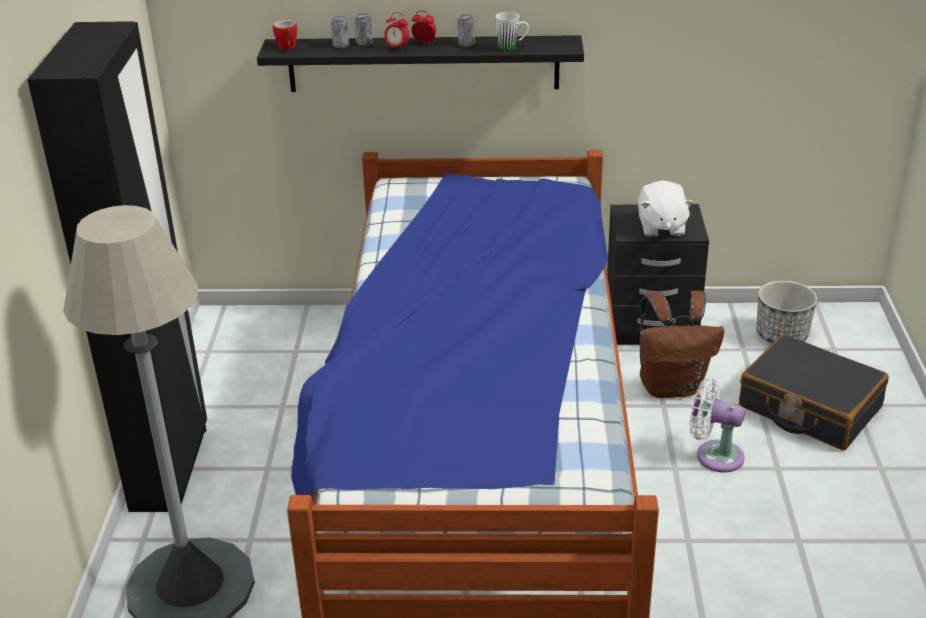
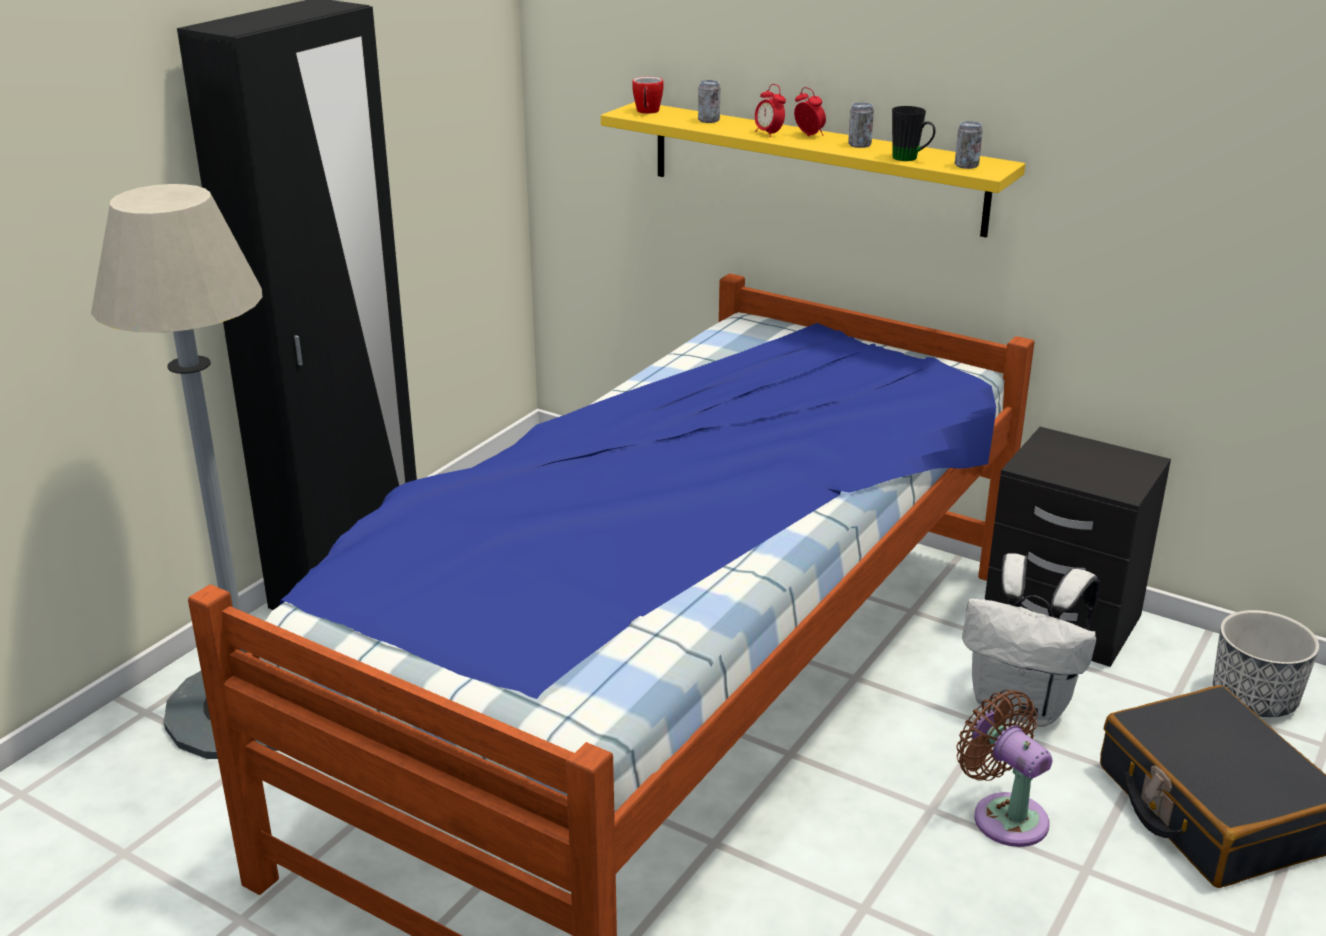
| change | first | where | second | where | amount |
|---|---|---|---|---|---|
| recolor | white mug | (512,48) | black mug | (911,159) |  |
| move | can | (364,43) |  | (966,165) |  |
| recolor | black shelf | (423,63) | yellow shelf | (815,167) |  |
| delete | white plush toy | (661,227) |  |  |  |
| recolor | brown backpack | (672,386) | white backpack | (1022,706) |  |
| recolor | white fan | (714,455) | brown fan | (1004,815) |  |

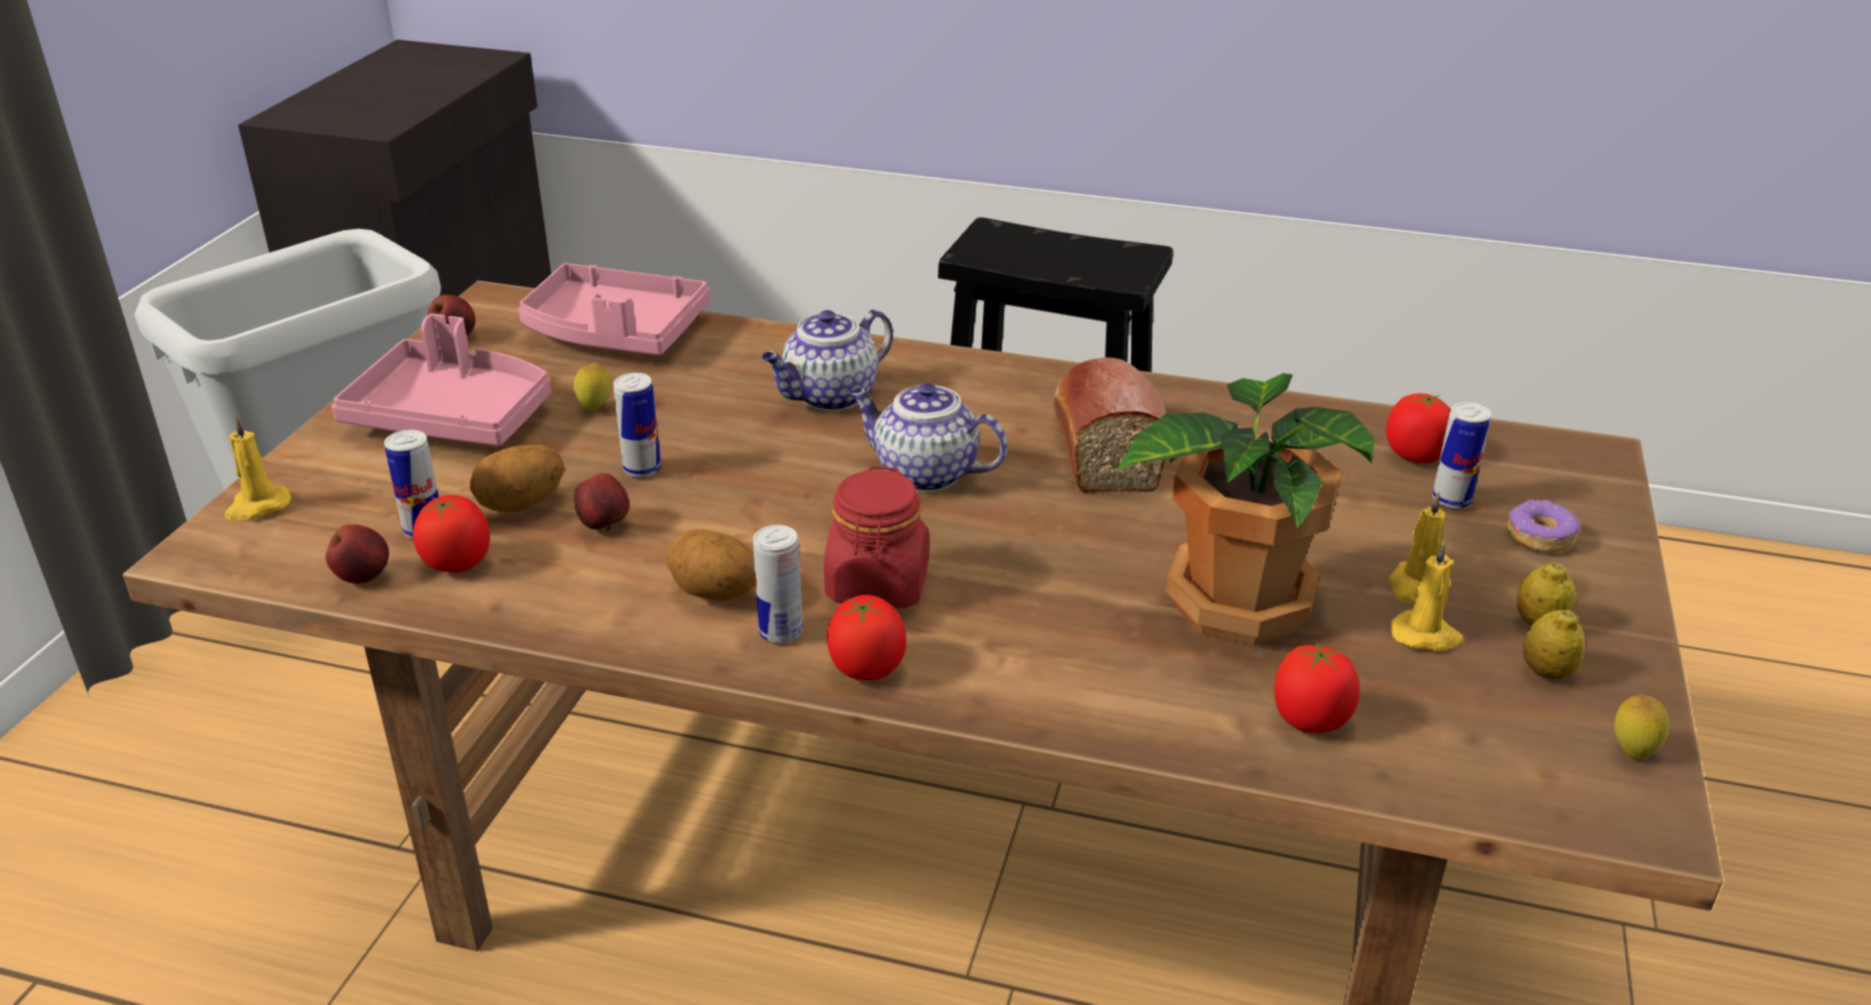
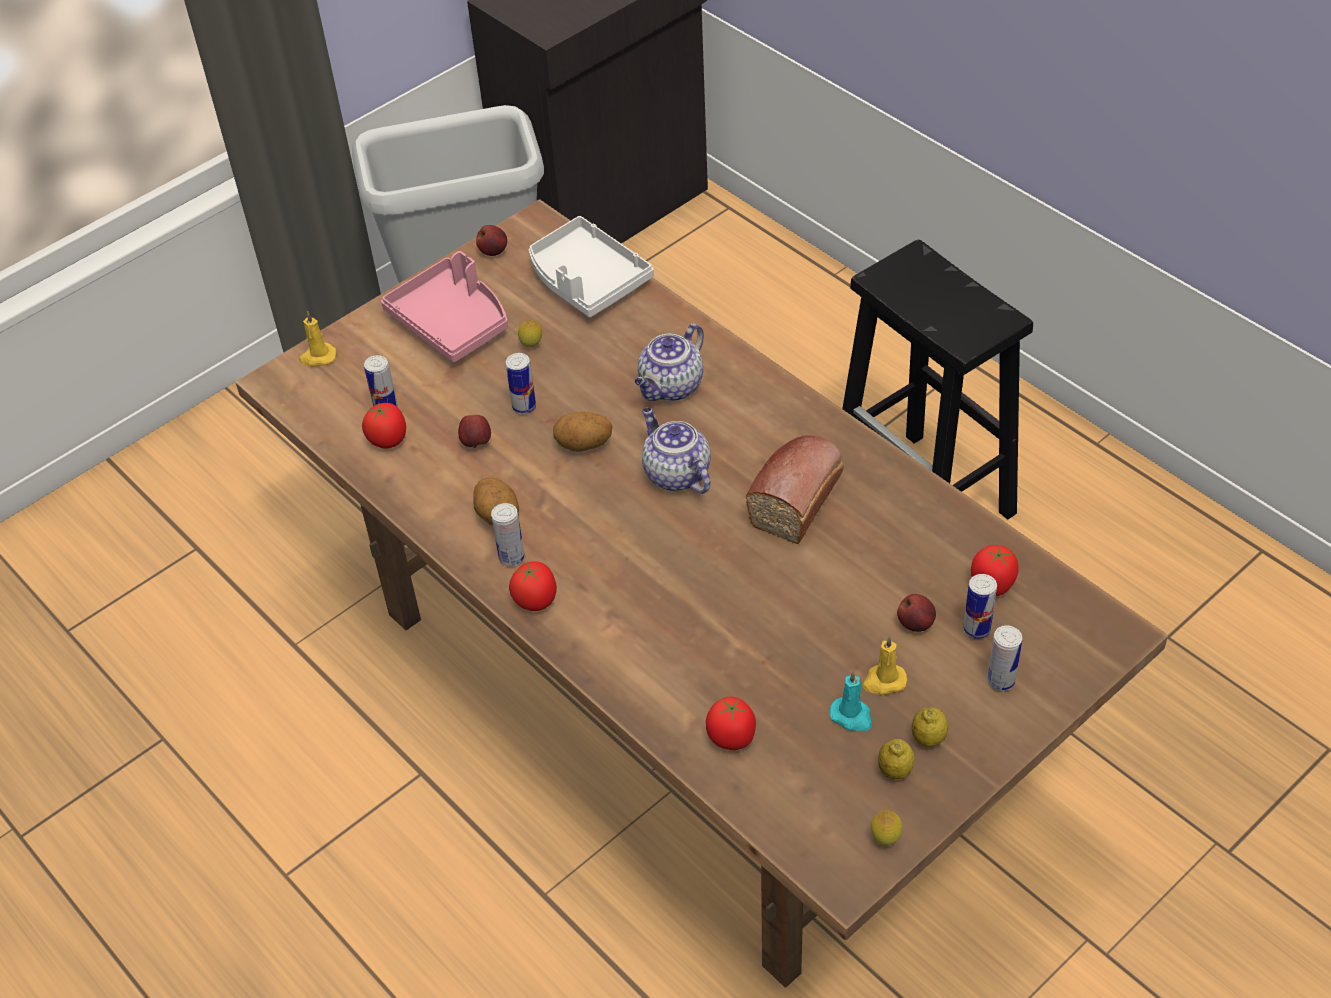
| change | first | where | second | where | amount |
|---|---|---|---|---|---|
| recolor | pink tray | (615,332) | white tray | (586,280) |  |
| rotate | teapot | (829,397) |  | (671,387) | 45 degrees counterclockwise |
| delete | potted plant | (1233,602) |  |  |  |
| move | potato | (522,505) |  | (583,446) |  |
| delete | red jar | (877,585) |  |  |  |
| replace | donut | (1539,537) | can | (1001,681) |  |
| move | apple | (363,577) |  | (915,624) |  |
| recolor | yellow candle | (1426,636) | turquoise candle | (852,716) |  |

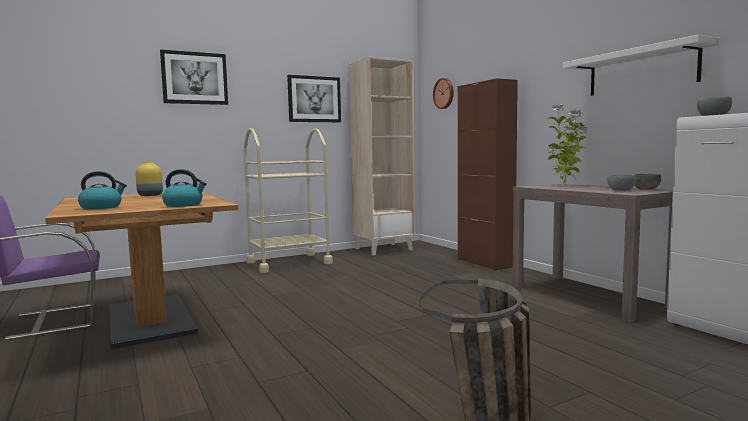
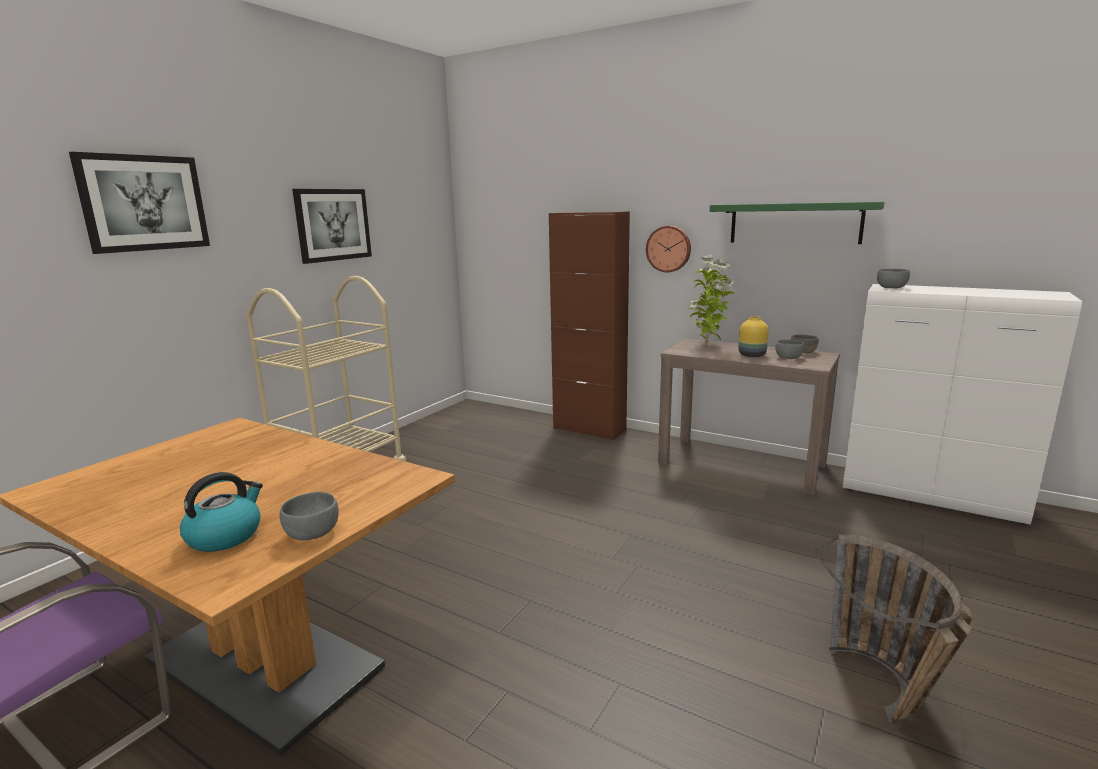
| change | first | where | second | where | amount |
|---|---|---|---|---|---|
| recolor | white shelf | (641,71) | green shelf | (794,223) |  |
| delete | beige bookcase | (384,249) |  |  |  |
| move | wall clock | (444,93) |  | (669,249) |  |
| move | yellow vase | (149,195) |  | (751,355) |  |
| delete | kettle | (184,205) |  |  |  |
| insert |  |  | grey bowl | (313,533) |  |

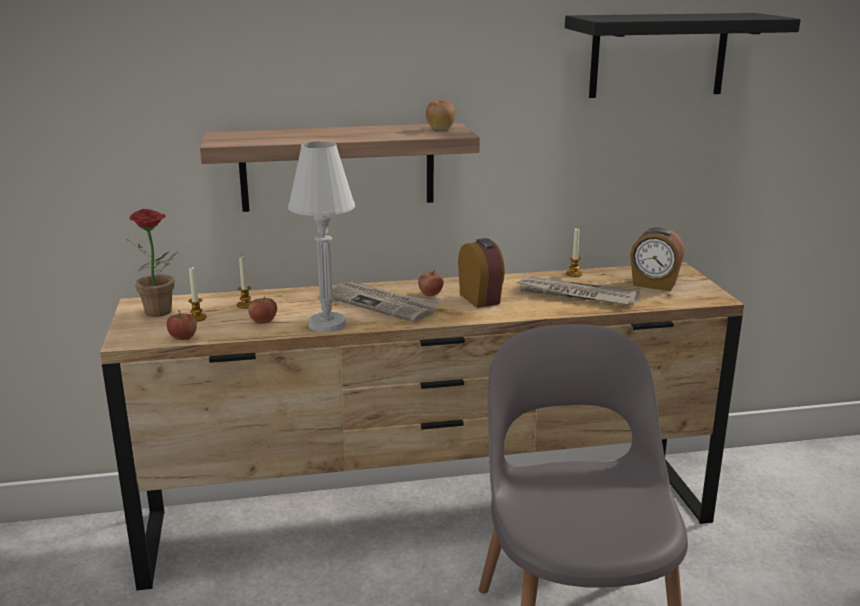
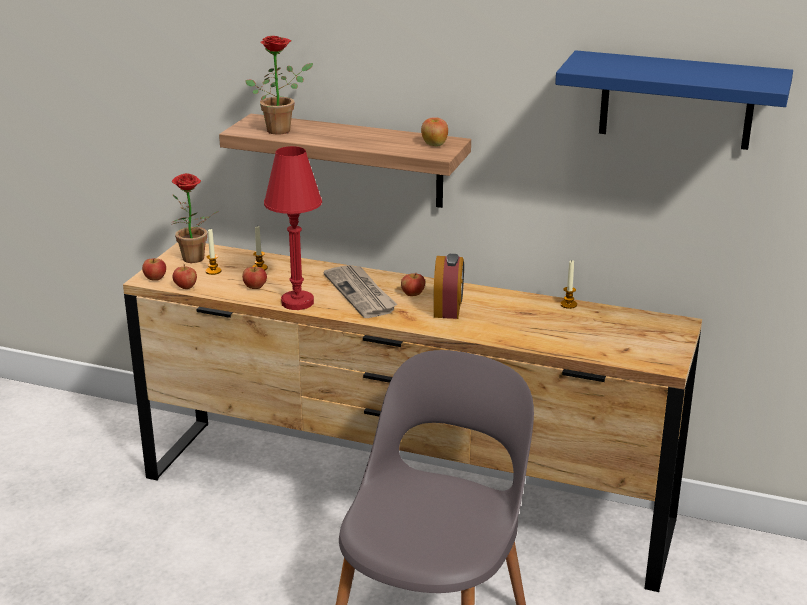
| change | first | where | second | where | amount |
|---|---|---|---|---|---|
| recolor | black shelf | (658,55) | blue shelf | (676,100) |  |
| recolor | white table lamp | (327,325) | red table lamp | (297,302) |  |
| delete | alarm clock | (654,285) |  |  |  |
| delete | newspaper | (576,295) |  |  |  |
| insert |  |  | potted plant | (282,129) |  |
| insert |  |  | apple | (155,279) |  |

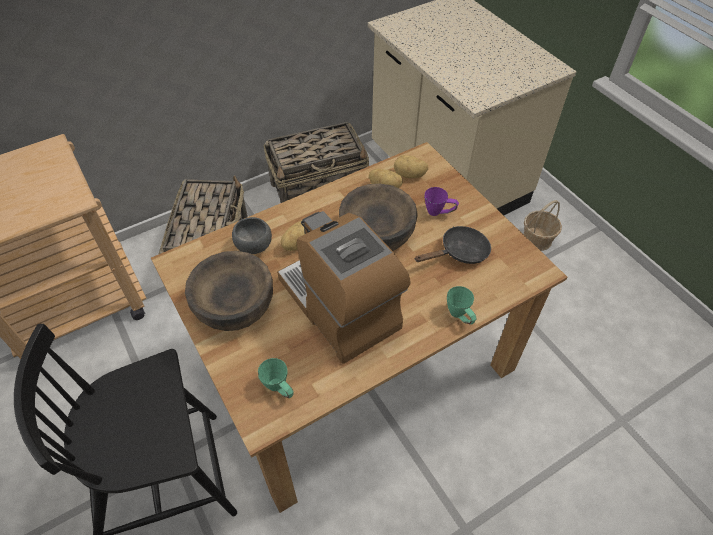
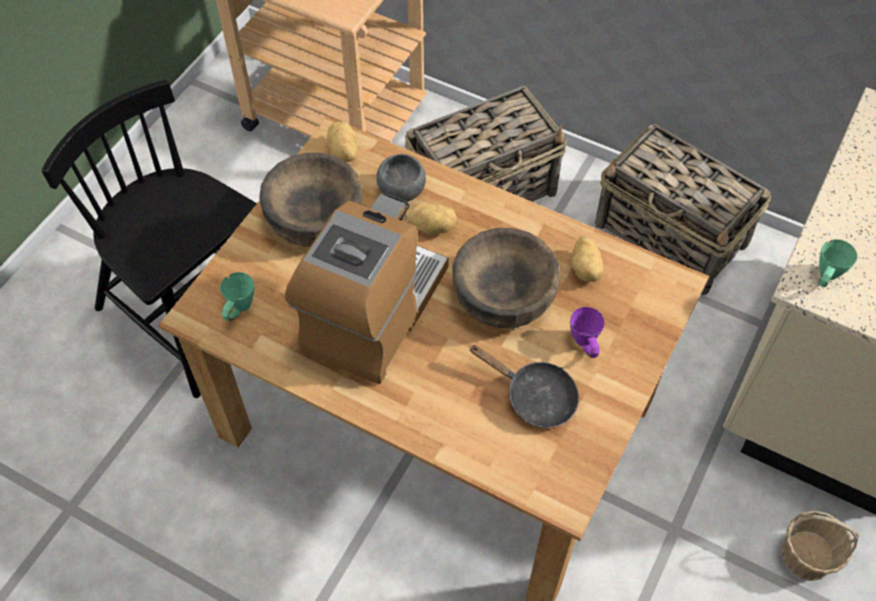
| change | first | where | second | where | amount |
|---|---|---|---|---|---|
| move | potato | (409,175) |  | (342,152) |  |
| move | green mug | (460,317) |  | (825,279) |  |

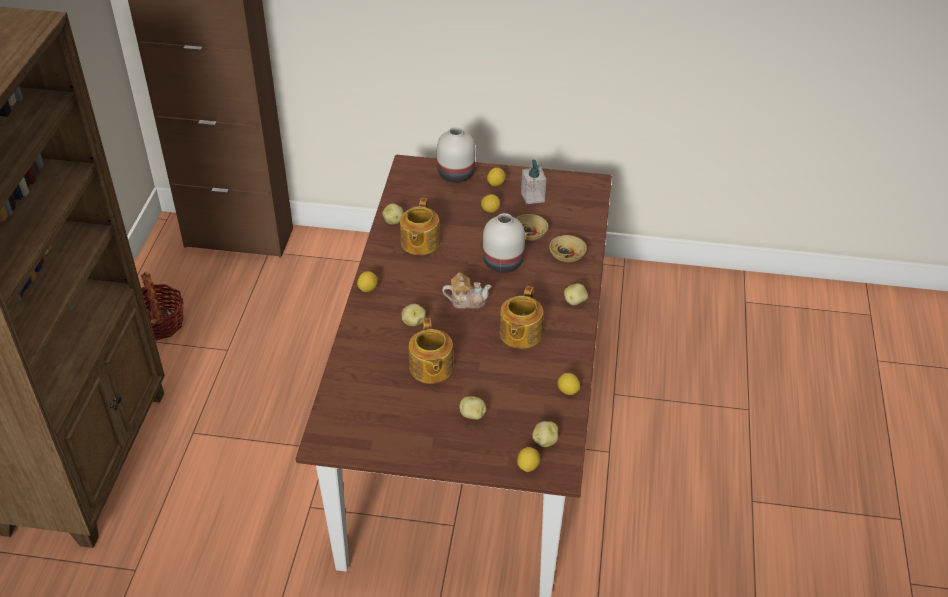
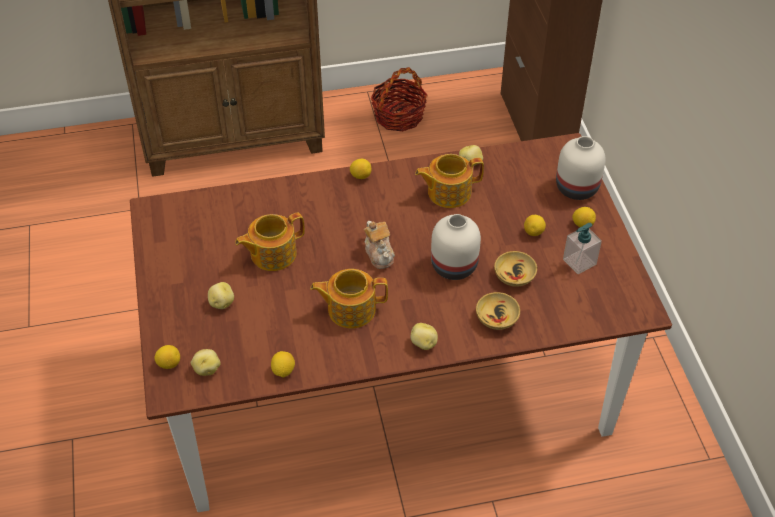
| change | first | where | second | where | amount |
|---|---|---|---|---|---|
| delete | potato | (413,322) |  |  |  |

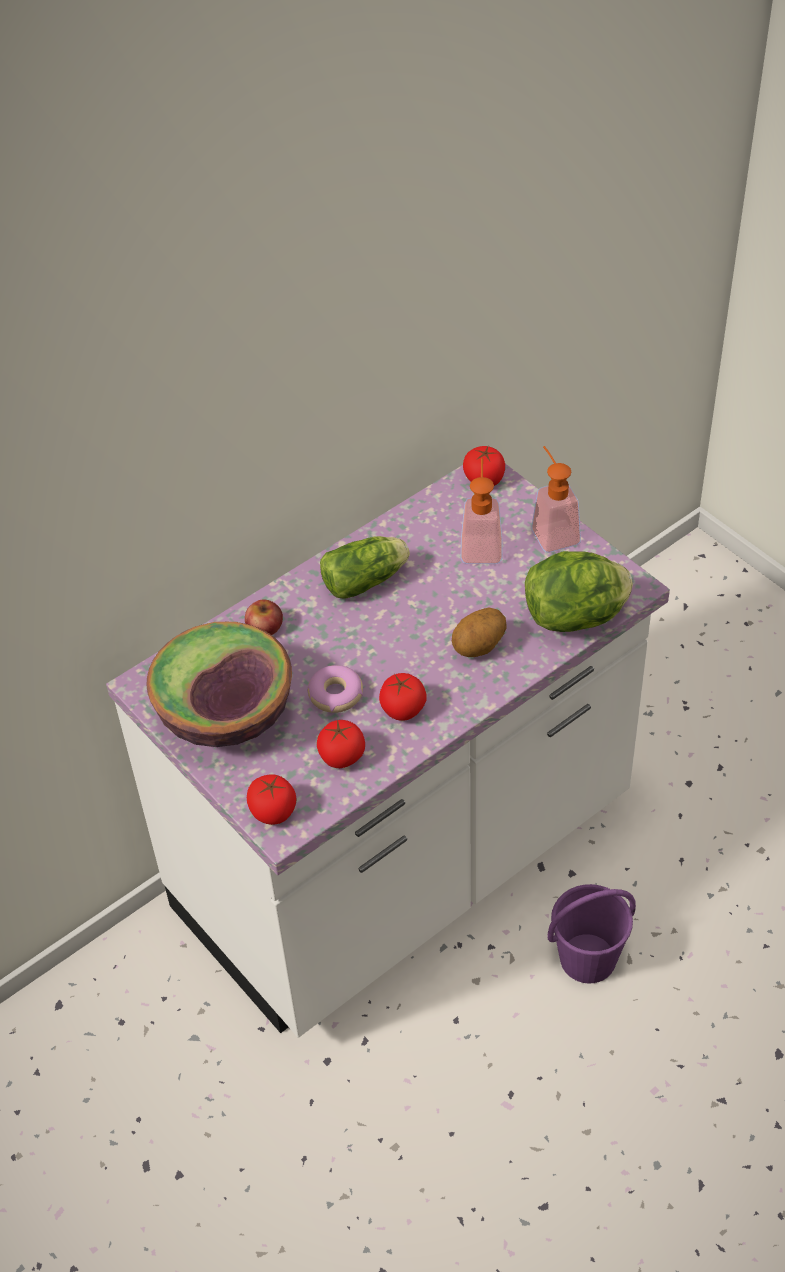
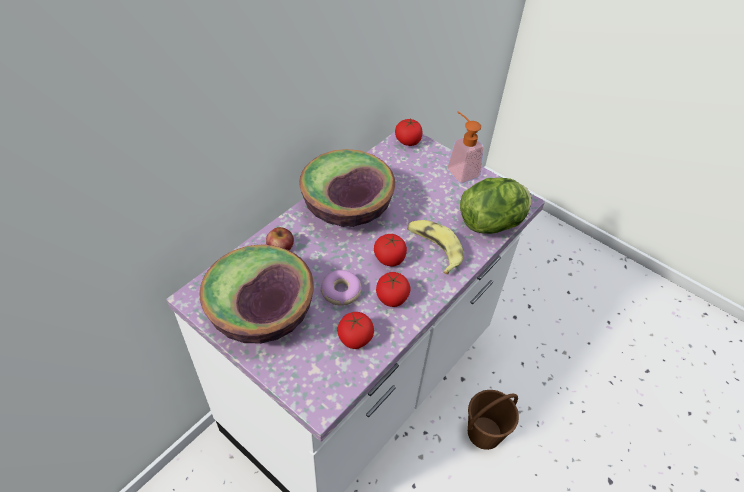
| change | first | where | second | where | amount |
|---|---|---|---|---|---|
| delete | soap dispenser | (481,544) |  |  |  |
| replace | lettuce | (367,580) | bowl | (346,209) |  |
| replace | potato | (479,647) | banana | (434,248) |  |
| move | tomato | (273,811) |  | (389,258) |  |
| recolor | purple bucket | (589,958) | brown bucket | (485,432) |  |

